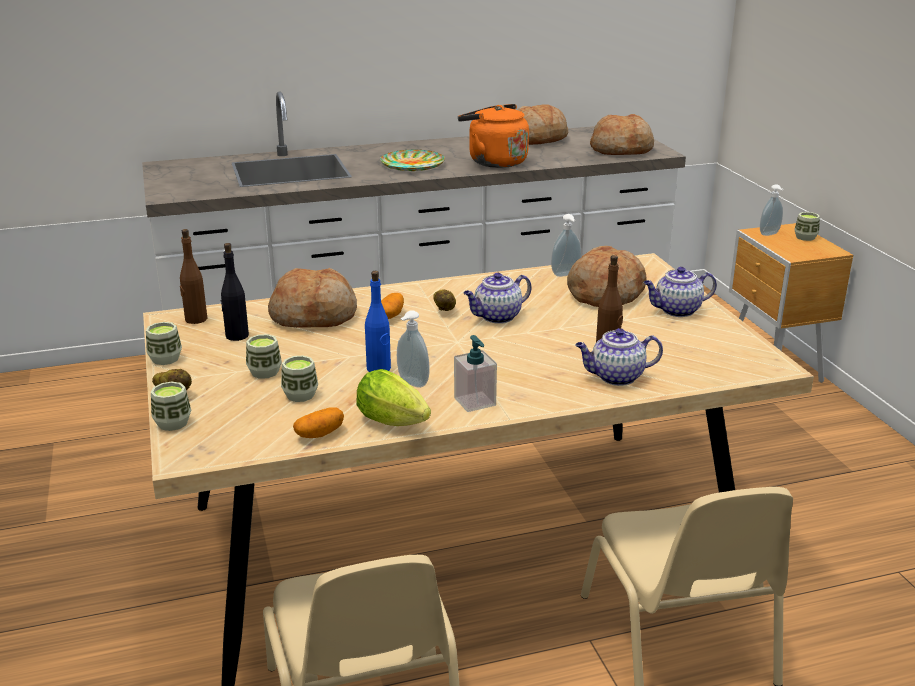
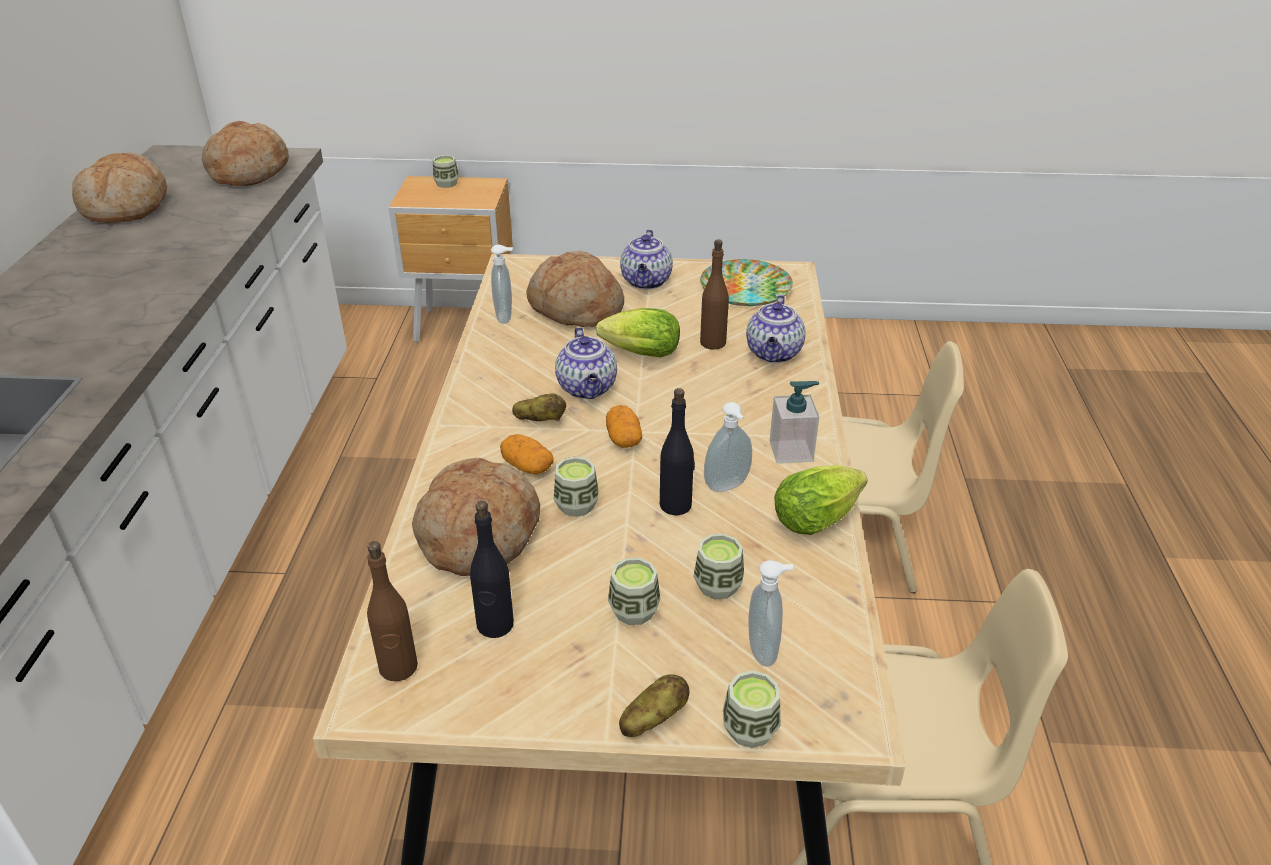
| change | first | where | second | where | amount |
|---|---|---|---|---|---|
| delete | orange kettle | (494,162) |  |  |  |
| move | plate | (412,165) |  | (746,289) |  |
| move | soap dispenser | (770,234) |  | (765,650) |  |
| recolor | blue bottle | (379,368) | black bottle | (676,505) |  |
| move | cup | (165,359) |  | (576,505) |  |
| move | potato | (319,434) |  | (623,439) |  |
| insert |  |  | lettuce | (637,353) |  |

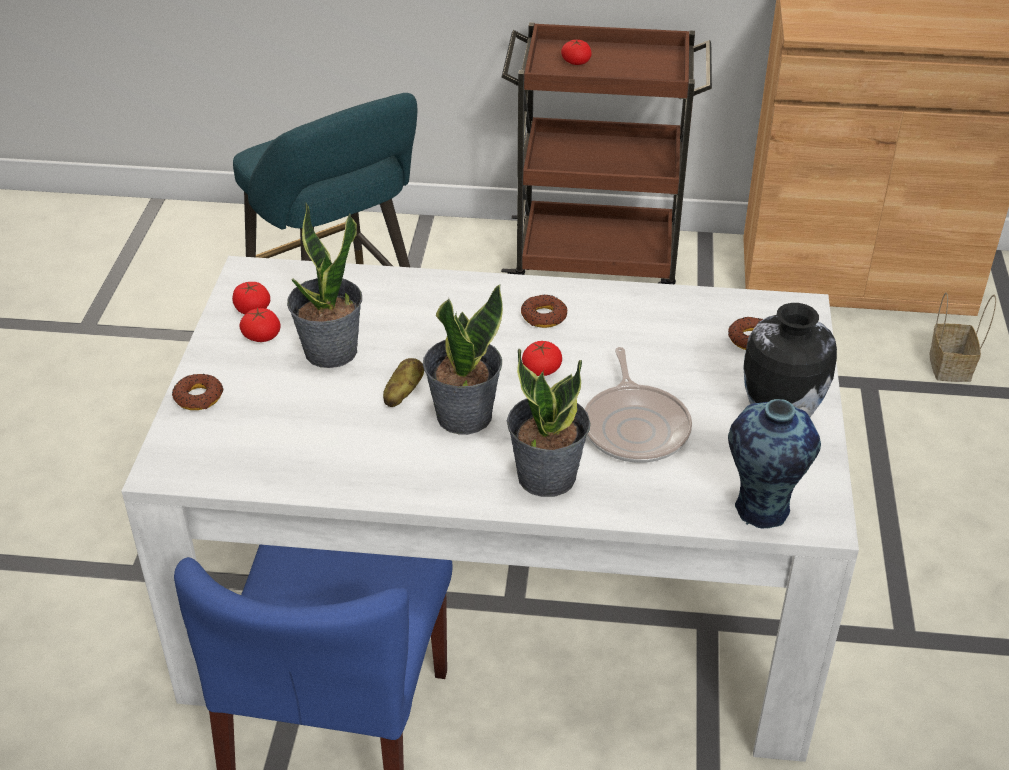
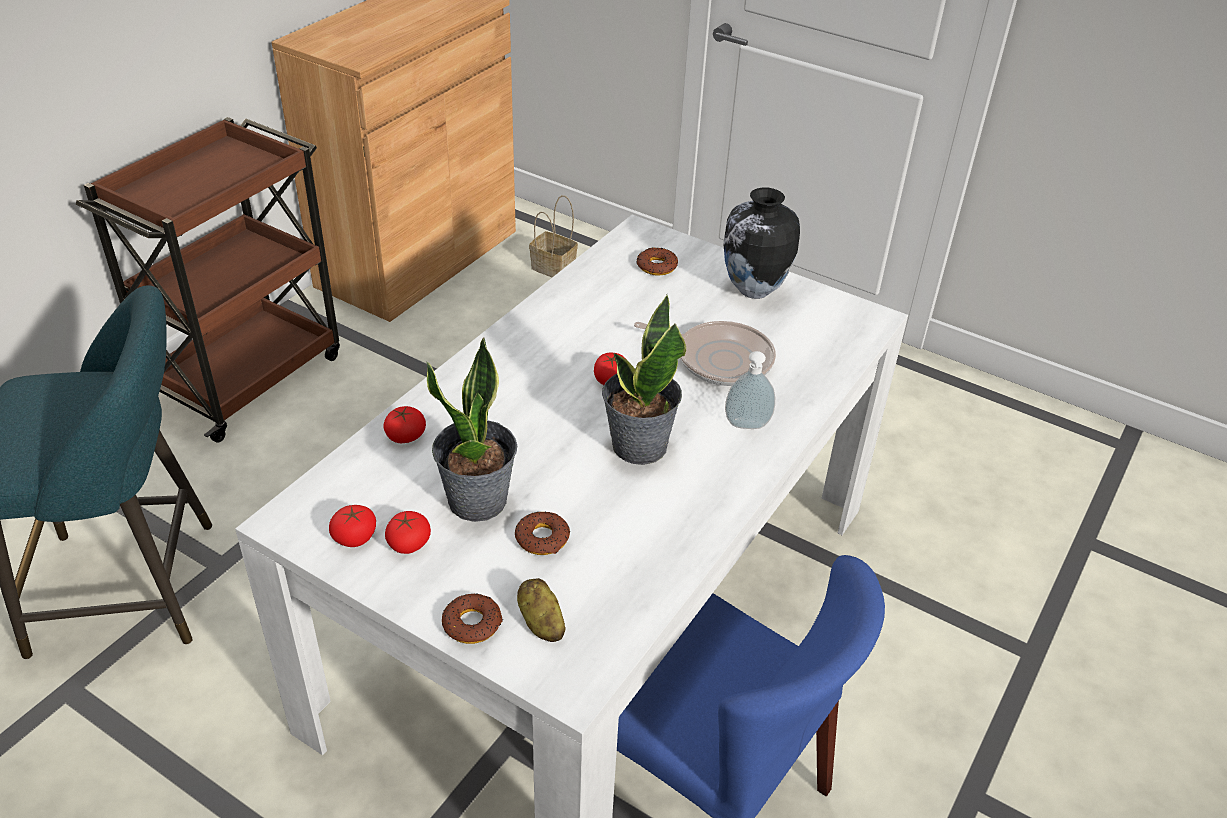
| change | first | where | second | where | amount |
|---|---|---|---|---|---|
| move | tomato | (576,62) |  | (405,436) |  |
| move | donut | (544,316) |  | (542,538) |  |
| replace | potted plant | (546,475) | soap dispenser | (747,426) |  |
| move | potato | (403,394) |  | (540,622) |  |
| delete | vase | (761,511) |  |  |  |

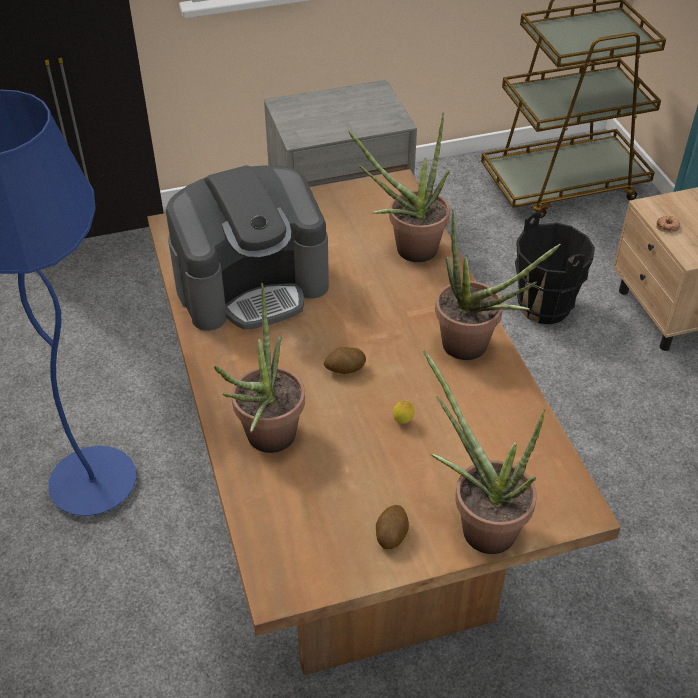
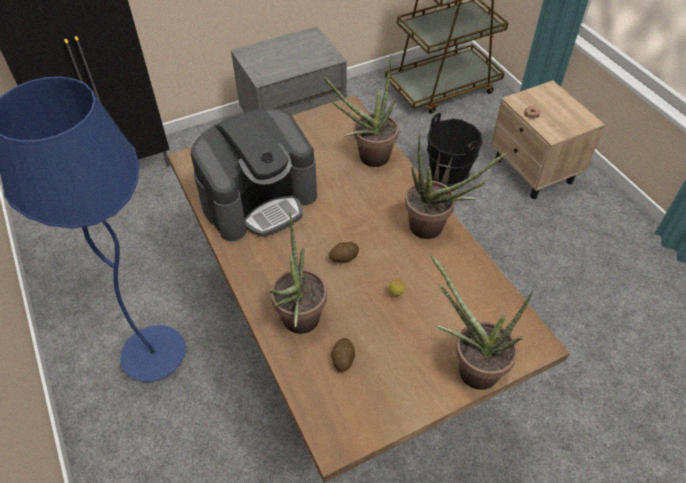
| change | first | where | second | where | amount |
|---|---|---|---|---|---|
| move | potato | (391,534) |  | (343,359) |  |

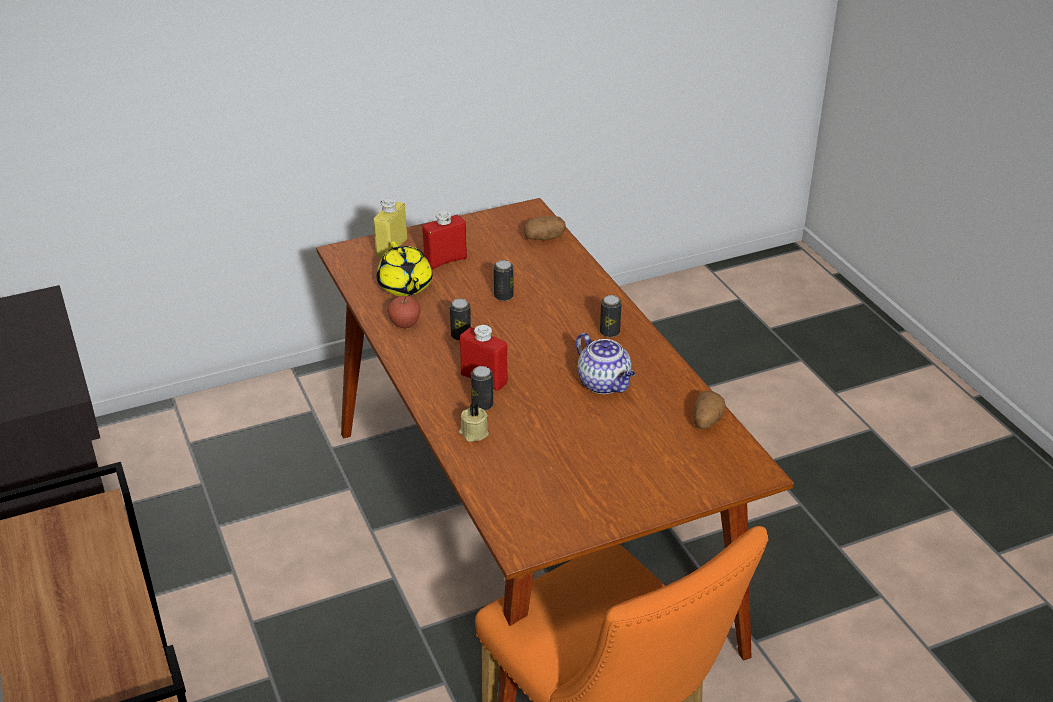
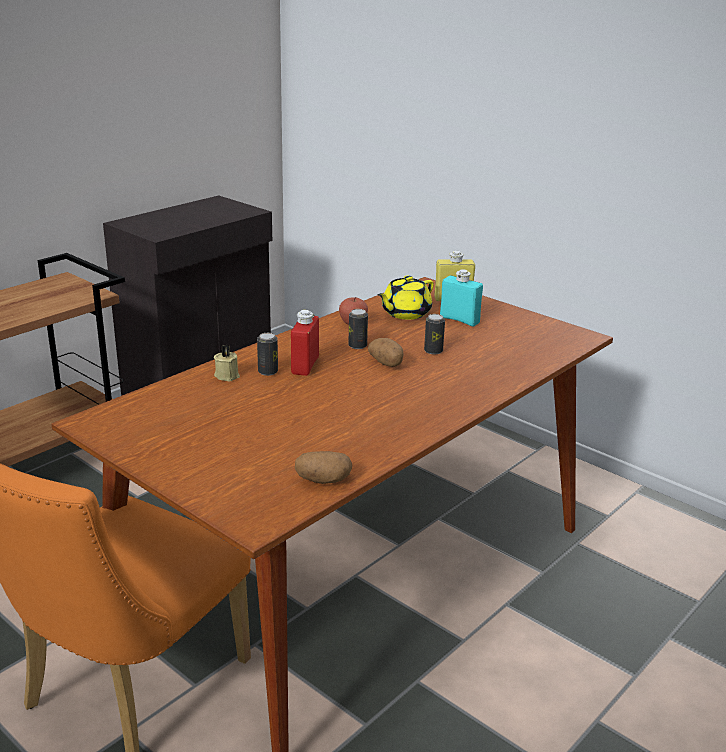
| change | first | where | second | where | amount |
|---|---|---|---|---|---|
| recolor | red bottle | (445,260) | turquoise bottle | (459,320) |  |
| move | potato | (544,238) |  | (387,363) |  |
| delete | can | (609,332) |  |  |  |
| delete | teapot | (605,384) |  |  |  |

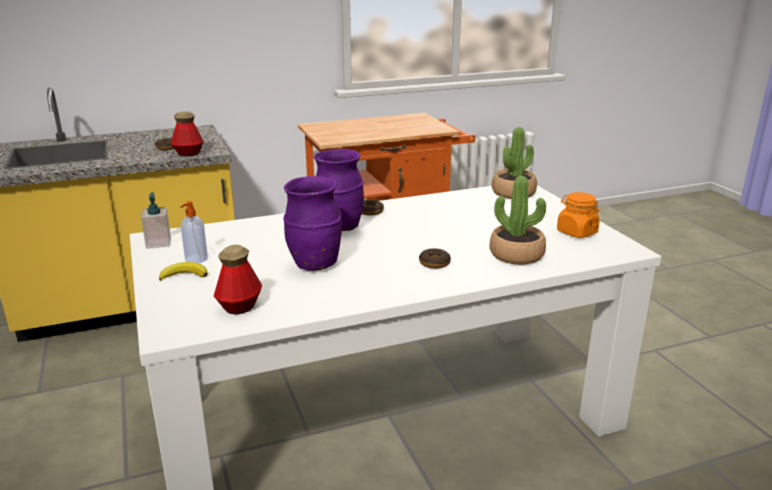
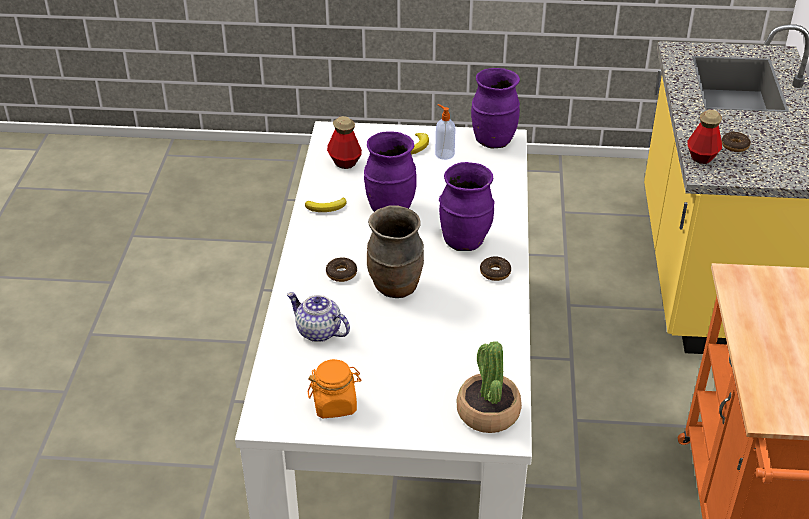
| change | first | where | second | where | amount |
|---|---|---|---|---|---|
| replace | potted plant | (516,255) | teapot | (318,331) |  |
| replace | soap dispenser | (158,243) | purple vase | (493,140) |  |
| insert |  |  | banana | (327,207) |  |
| insert |  |  | brown vase | (396,288) |  |

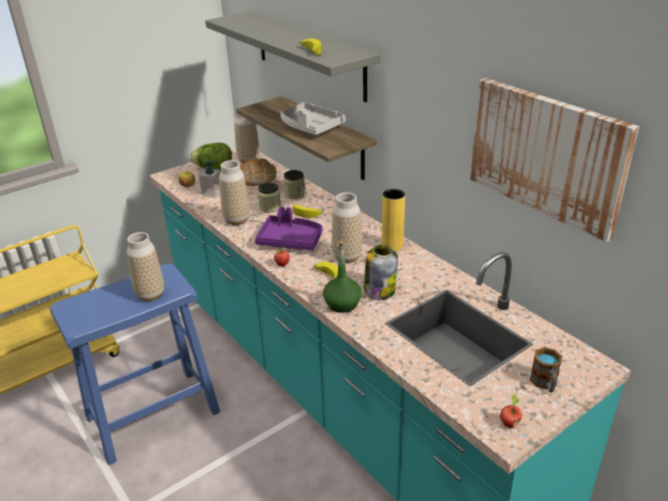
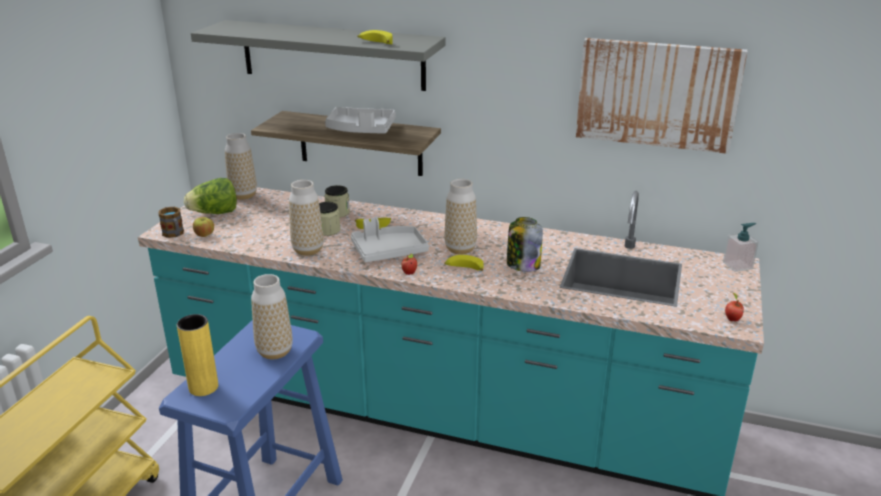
| change | first | where | second | where | amount |
|---|---|---|---|---|---|
| delete | bread | (256,177) |  |  |  |
| move | soap dispenser | (212,193) |  | (737,265) |  |
| move | yellow vase | (392,245) |  | (203,387) |  |
| recolor | purple tray | (290,240) | grey tray | (388,251) |  |
| delete | green bottle | (342,304) |  |  |  |
| move | mug | (545,384) |  | (174,234) |  |

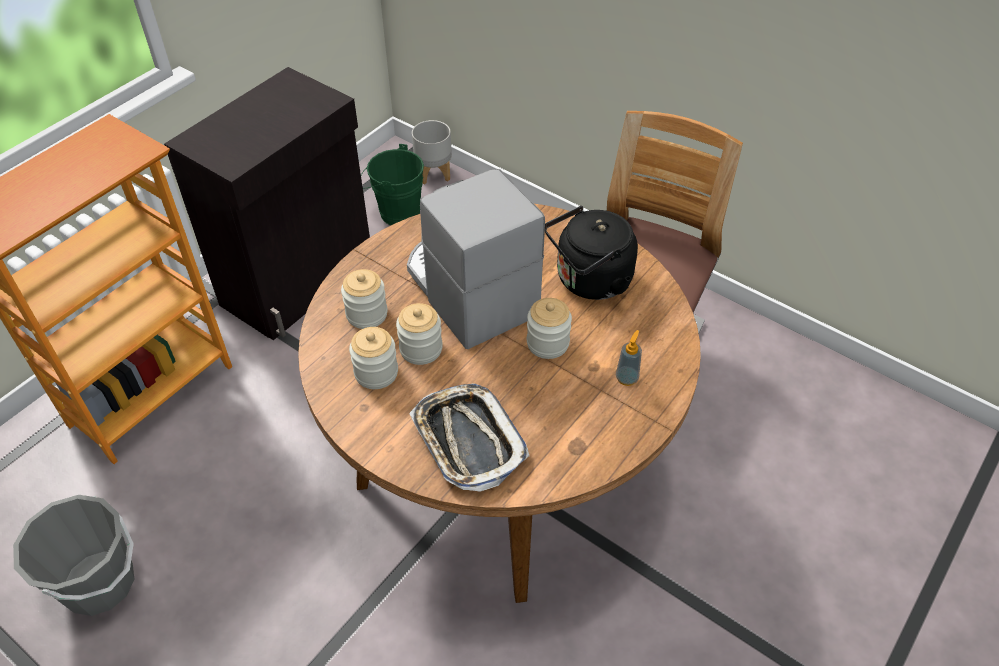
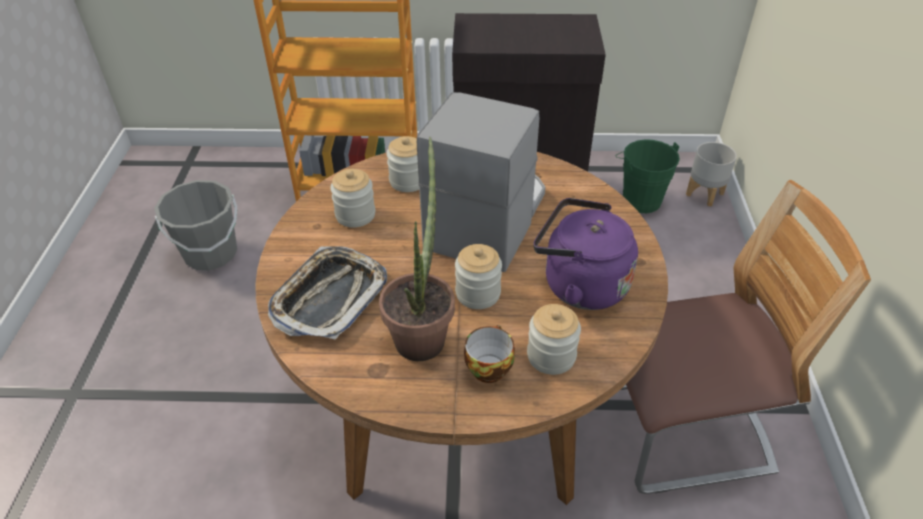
| change | first | where | second | where | amount |
|---|---|---|---|---|---|
| recolor | black kettle | (589,281) | purple kettle | (579,284) |  |
| move | jar | (421,349) |  | (551,356) |  |
| replace | soap dispenser | (626,378) | cup | (488,367) |  |
| insert |  |  | potted plant | (422,332) |  |

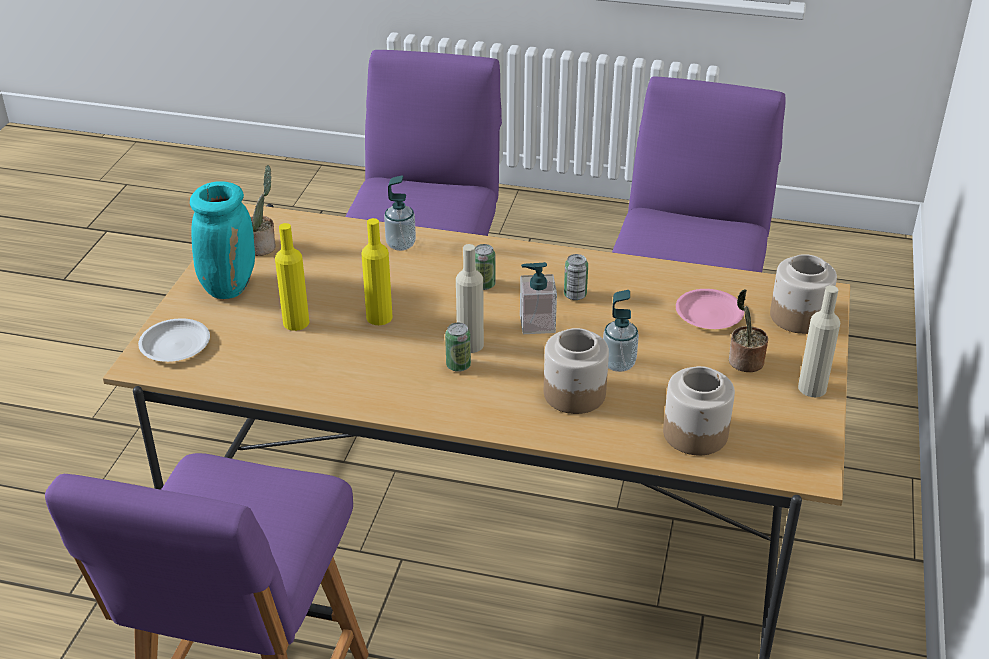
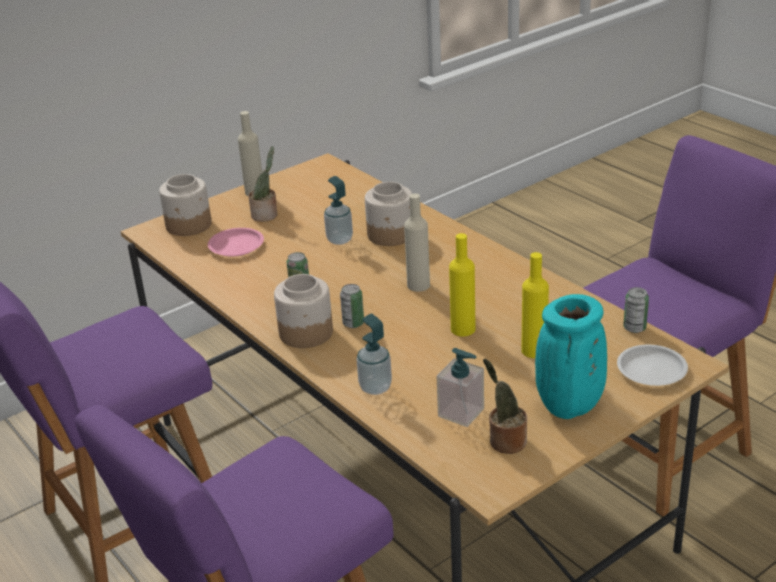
| change | first | where | second | where | amount |
|---|---|---|---|---|---|
| move | soap dispenser | (537,324) |  | (461,412) |  |
| move | can | (458,365) |  | (634,328) |  |
| move | jar | (696,433) |  | (305,333) |  |

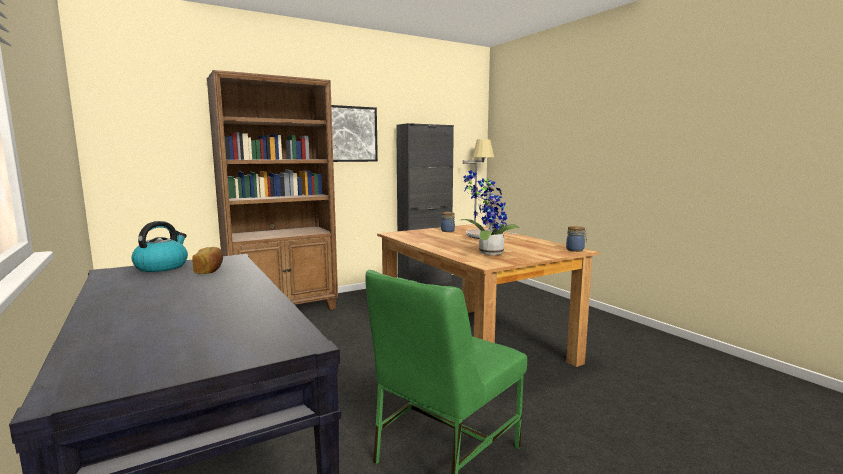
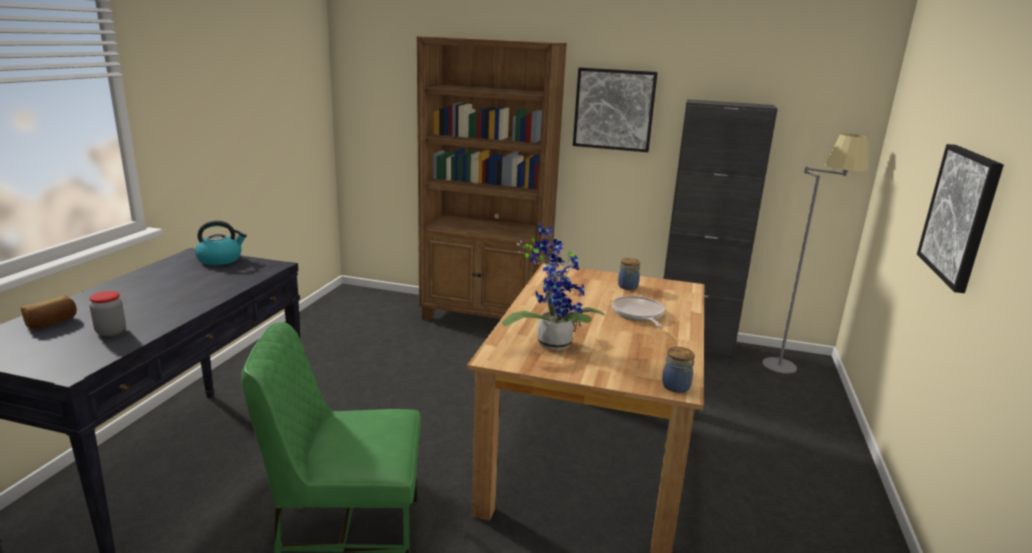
| change | first | where | second | where | amount |
|---|---|---|---|---|---|
| move | bread | (210,270) |  | (52,322) |  |
| insert |  |  | picture | (960,215) |  |
| insert |  |  | jar | (111,332) |  |

